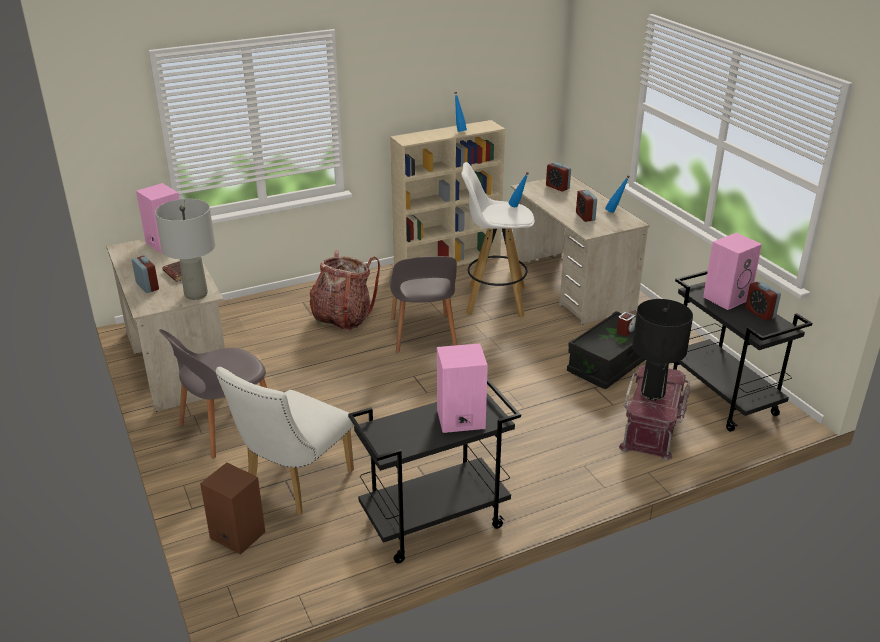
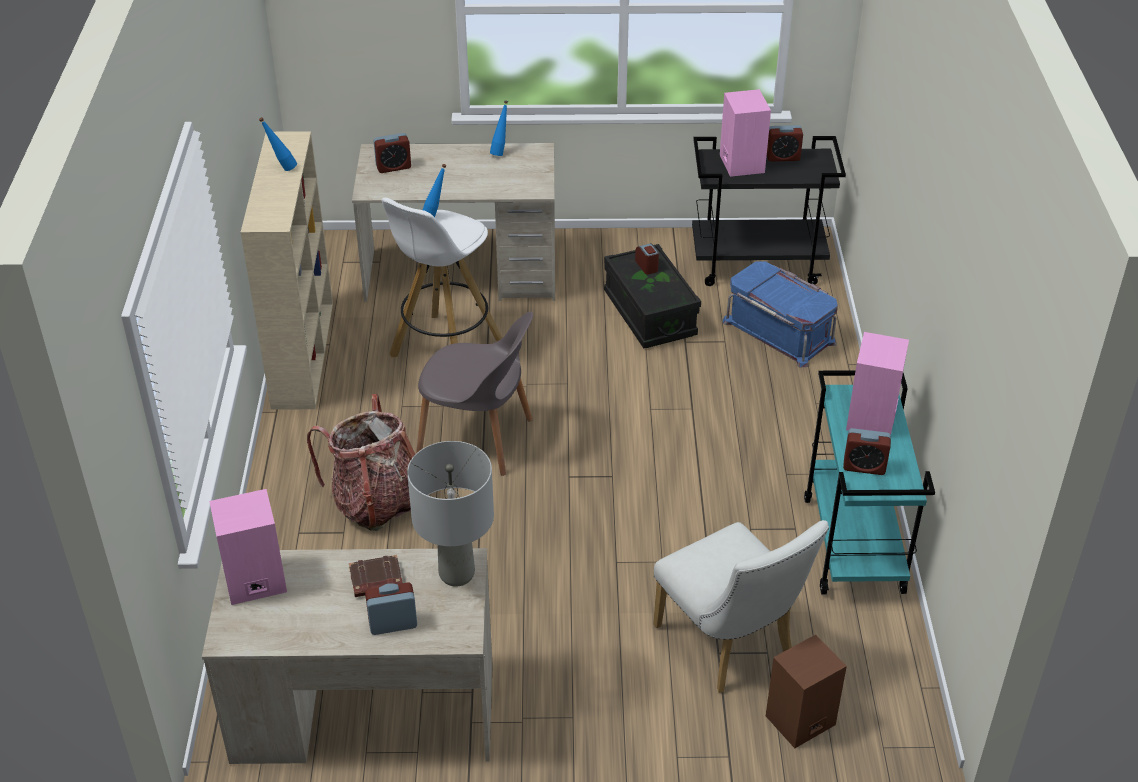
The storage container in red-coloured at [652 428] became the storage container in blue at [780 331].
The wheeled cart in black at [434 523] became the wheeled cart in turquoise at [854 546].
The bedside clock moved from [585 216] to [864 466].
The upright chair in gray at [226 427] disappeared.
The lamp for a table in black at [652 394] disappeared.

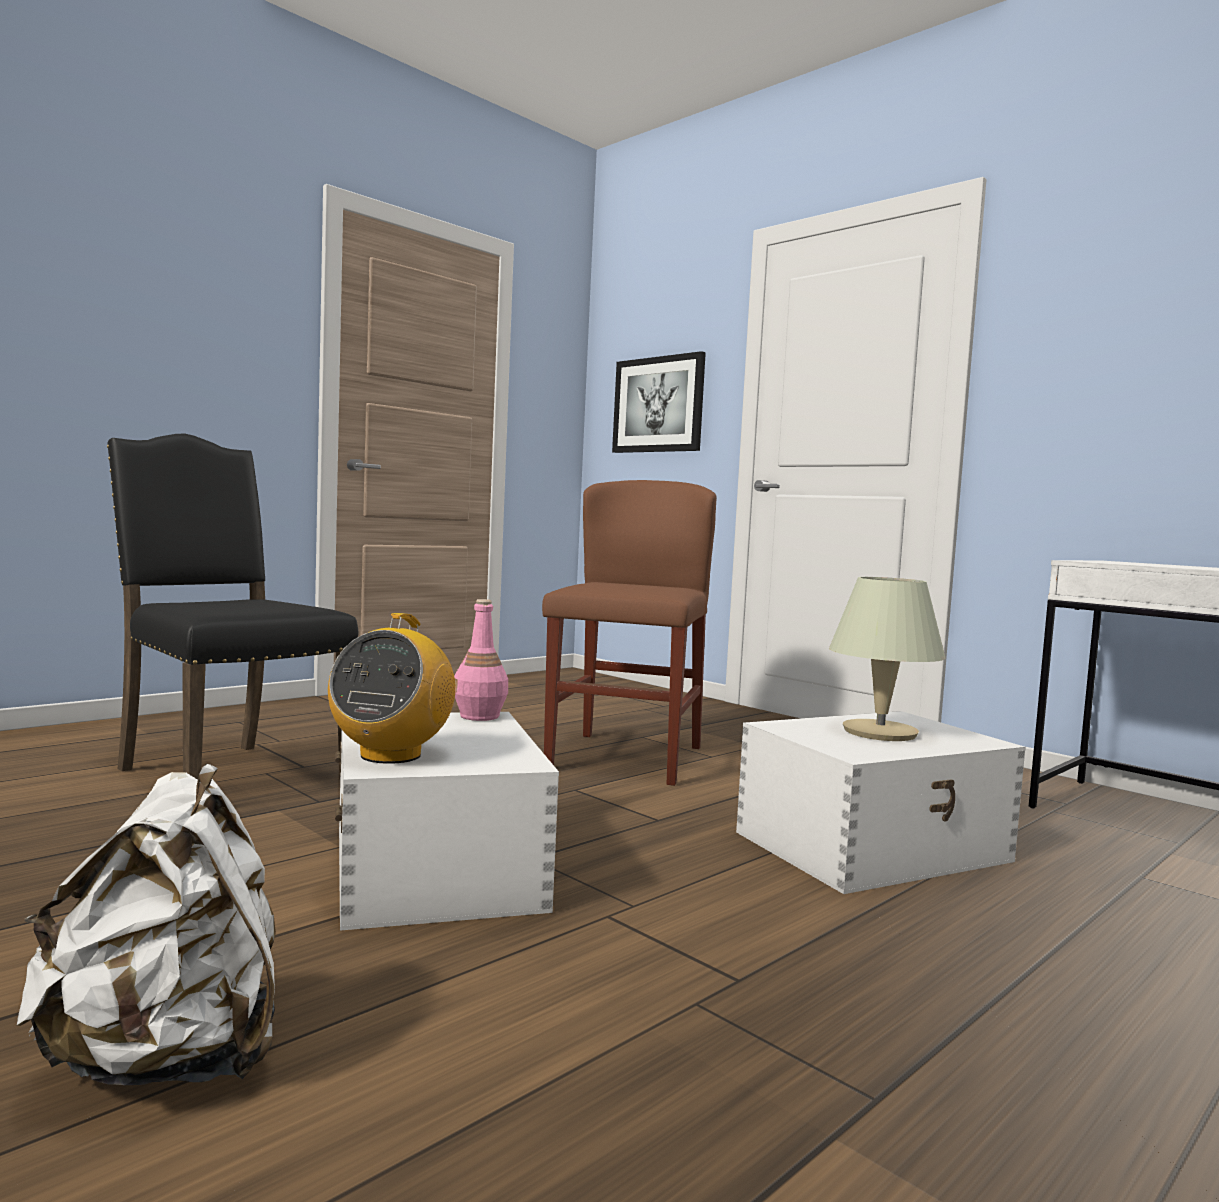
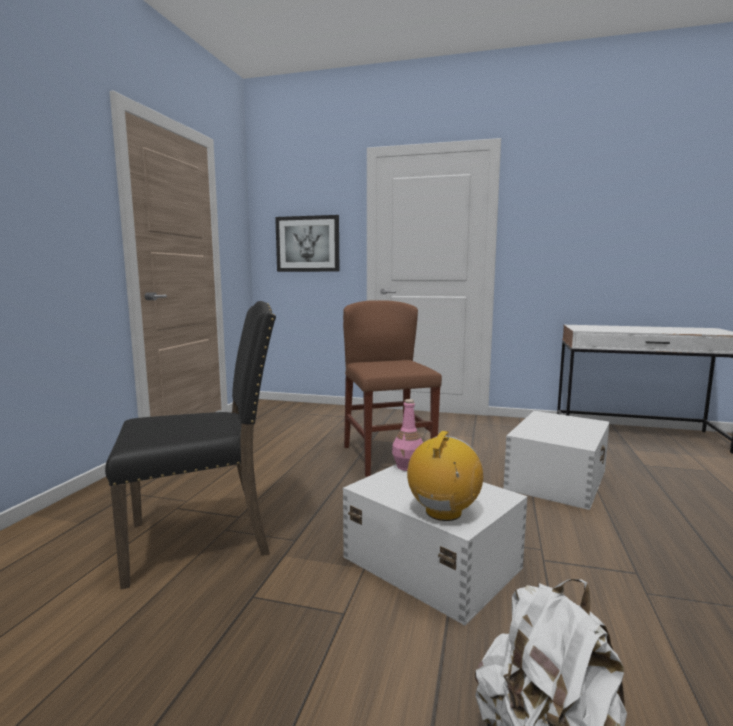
The upright chair in black at [226 774] turned 150 degrees clockwise.
The radio set at [391 755] turned 135 degrees counterclockwise.
The lamp for a table in beige-coloured at [879 732] disappeared.

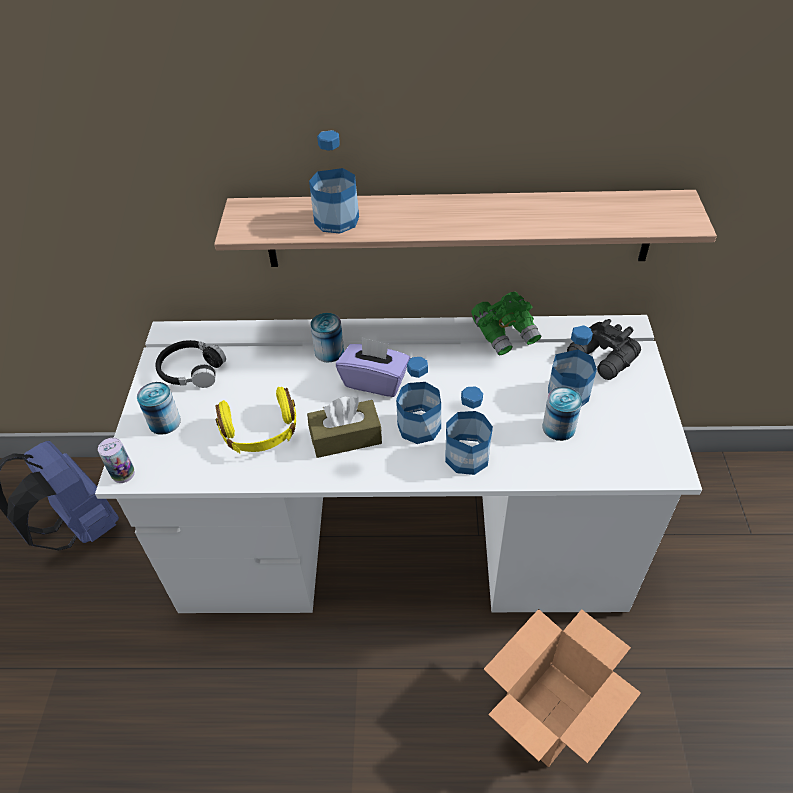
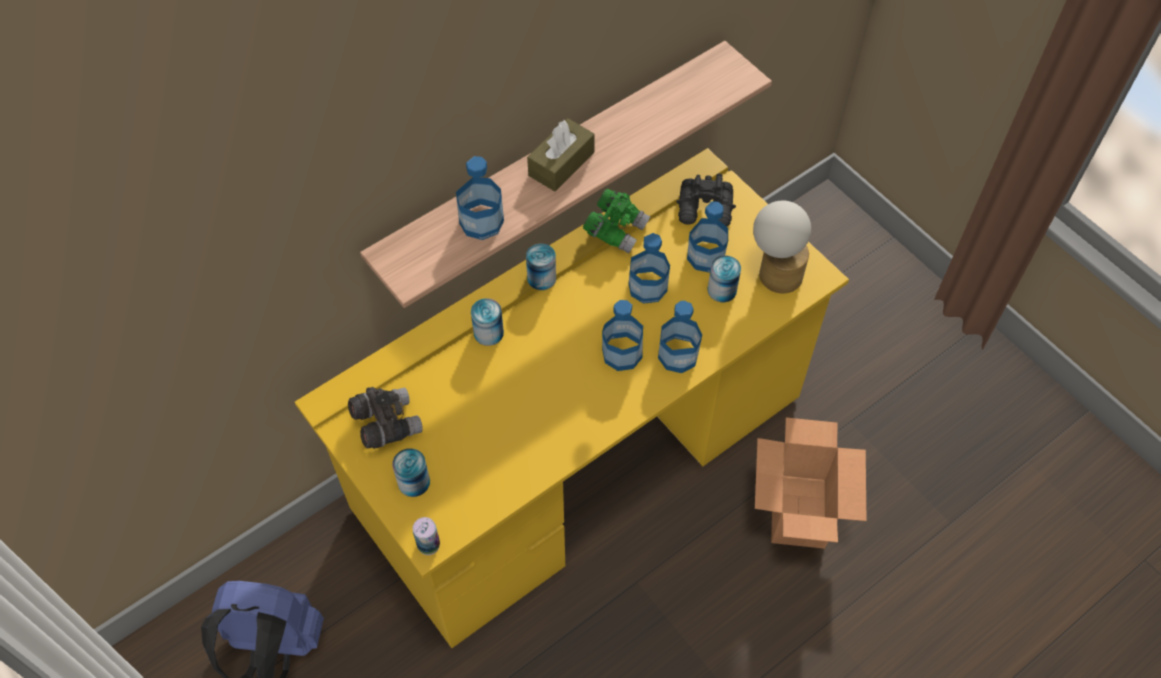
The desk in whitish at [402 534] became the desk in yellowish at [579 451].
The headset in black at [192 370] was replaced by the pair of binoculars in gray at [386 424].
The metal can at [541 278] appeared.
The tissue box in brown moved from [346 437] to [561 164].
The bottle at [647 287] appeared.
The lamp for a table at [775 272] appeared.
The headset in yellowish at [260 432] disappeared.
The tissue box in purple at [375 381] disappeared.

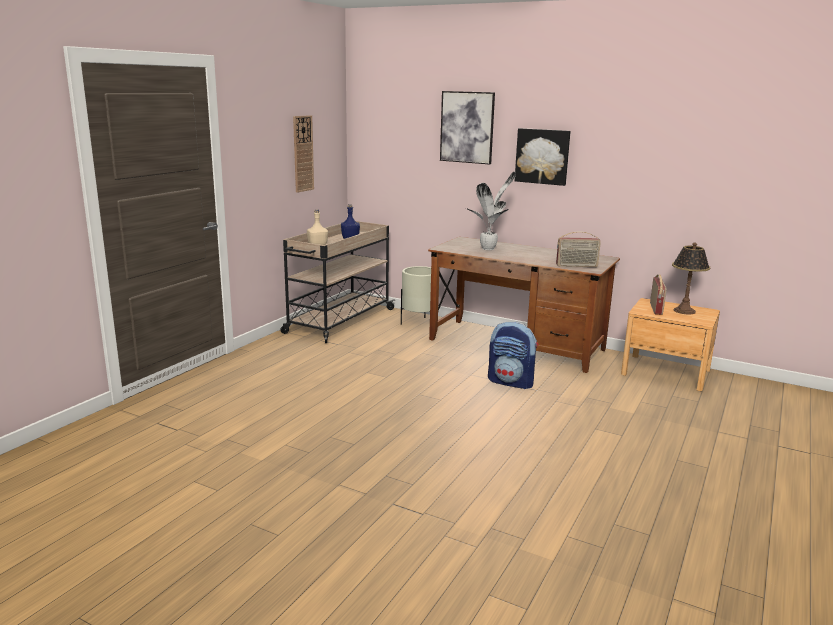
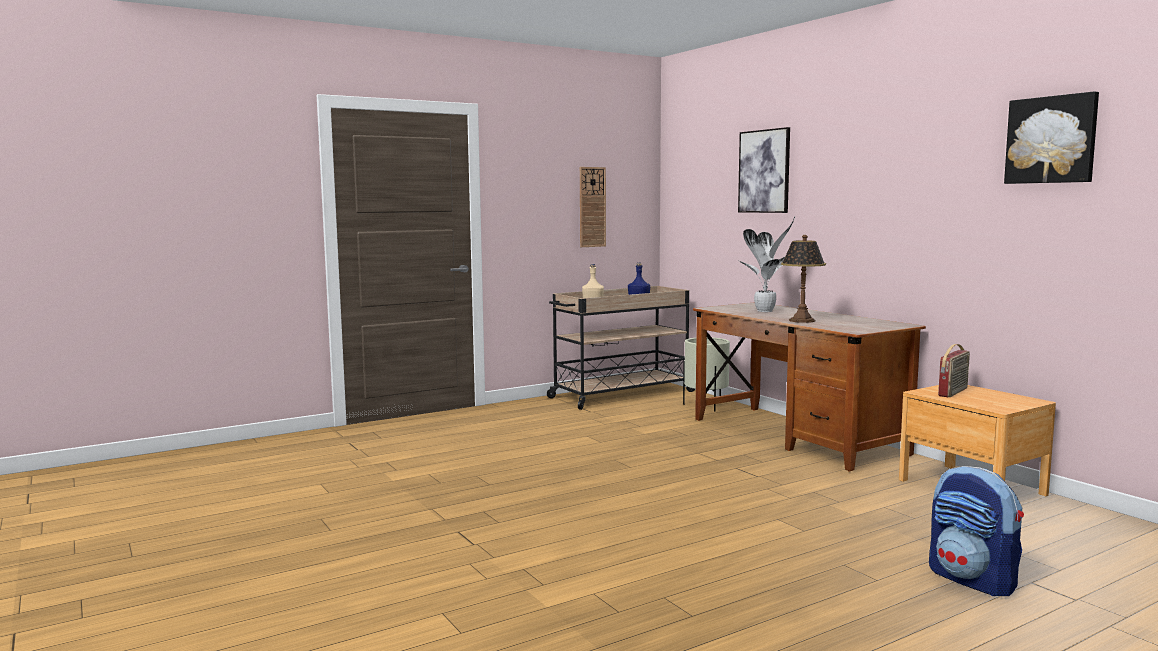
The lamp for a table moved from [684 311] to [801 320].
The knapsack moved from [511 382] to [973 580].
The wall art moved from [542 156] to [1051 140].
The radio set at [577 266] disappeared.

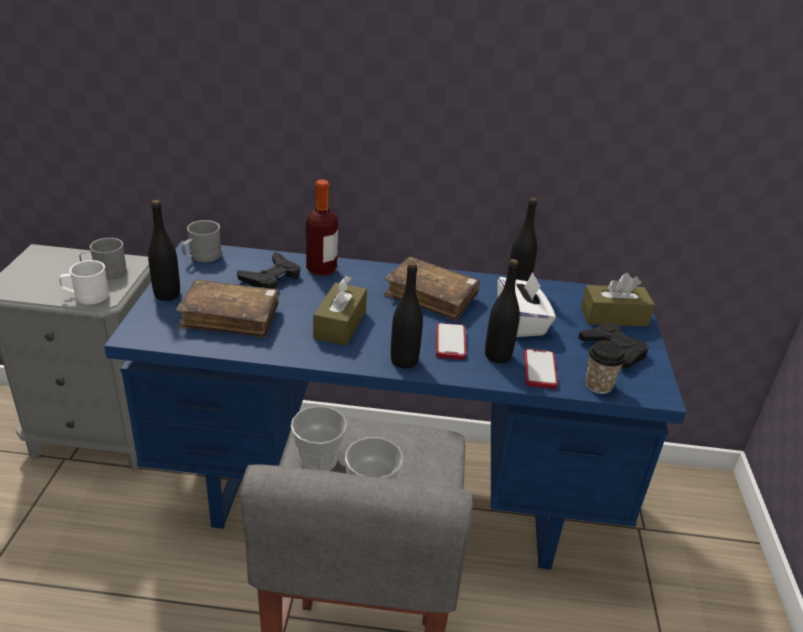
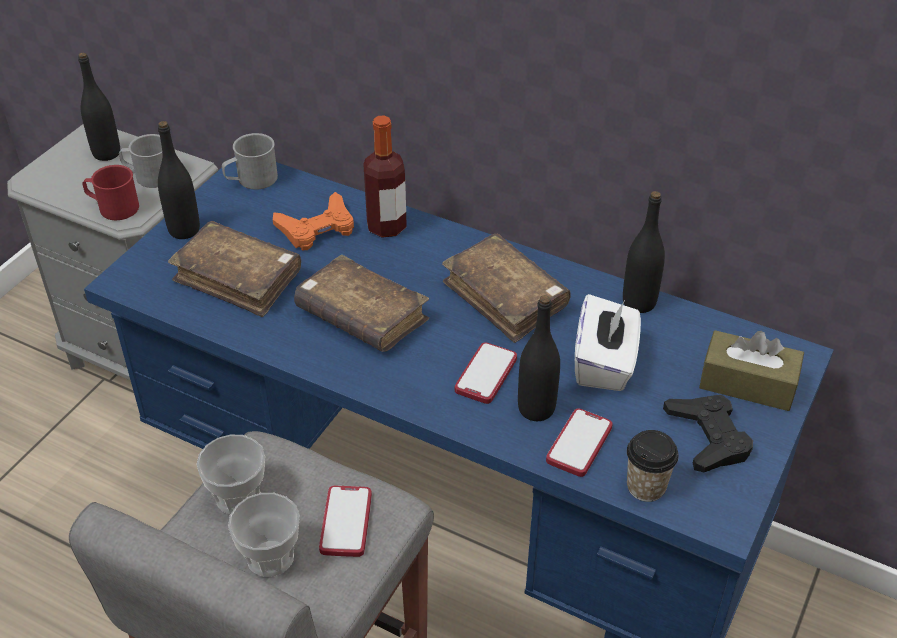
The bottle in black moved from [404 361] to [106 153].
The tea mug in whitish at [86 296] became the tea mug in red-coloured at [113 207].
The joypad in black at [271 278] became the joypad in orange at [317 228].
The tissue box in brown at [340 325] was replaced by the volume in brown at [362 316].
The phone at [346 522] appeared.

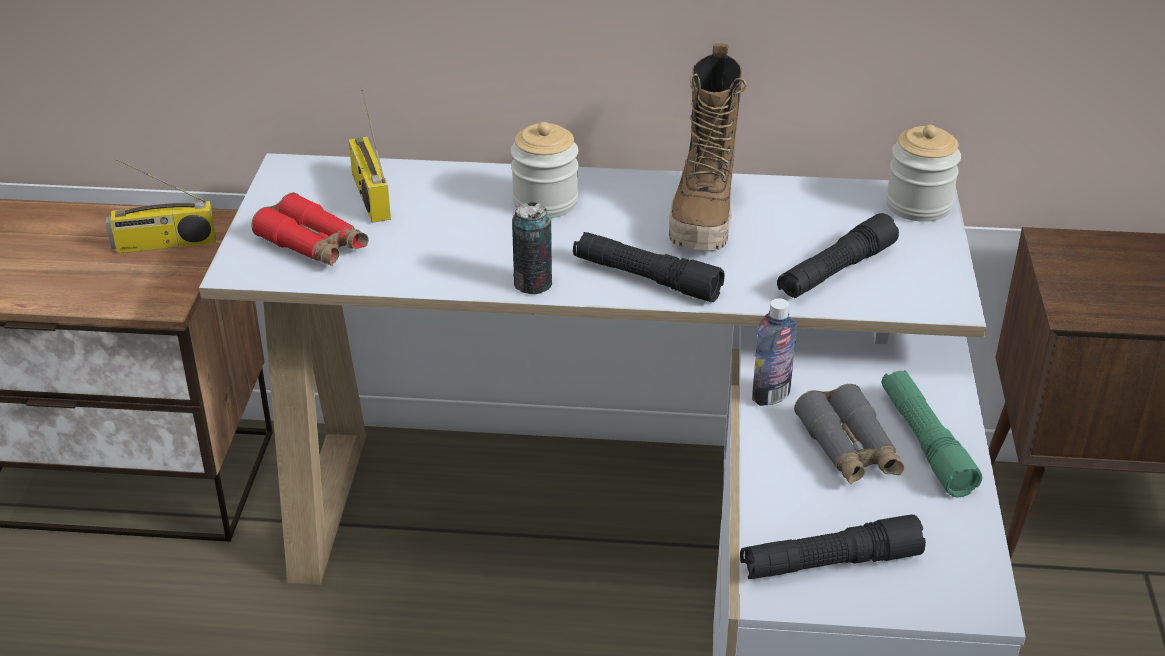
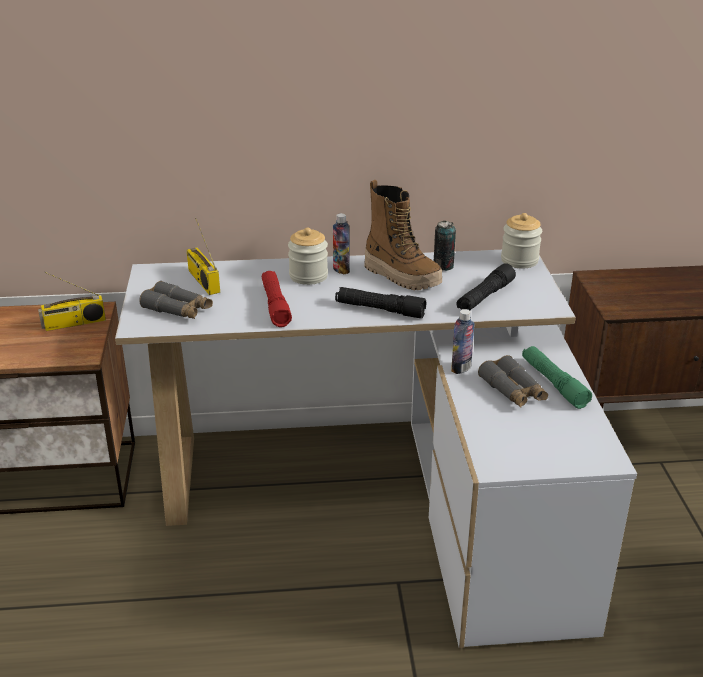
The pair of binoculars in red-coloured at [313 245] became the pair of binoculars in gray at [178 309].
The hand torch in red-coloured at [275 305] appeared.
The bottle at [341 269] appeared.
The high-top boot at [703 218] turned 45 degrees counterclockwise.
The metal can moved from [533 284] to [443 266].
The hand torch in black at [830 563] disappeared.

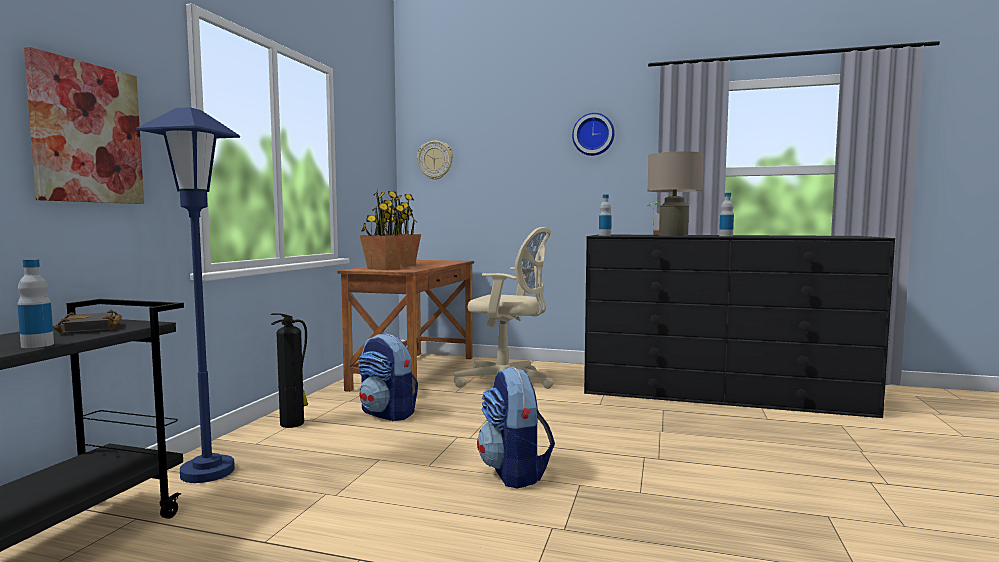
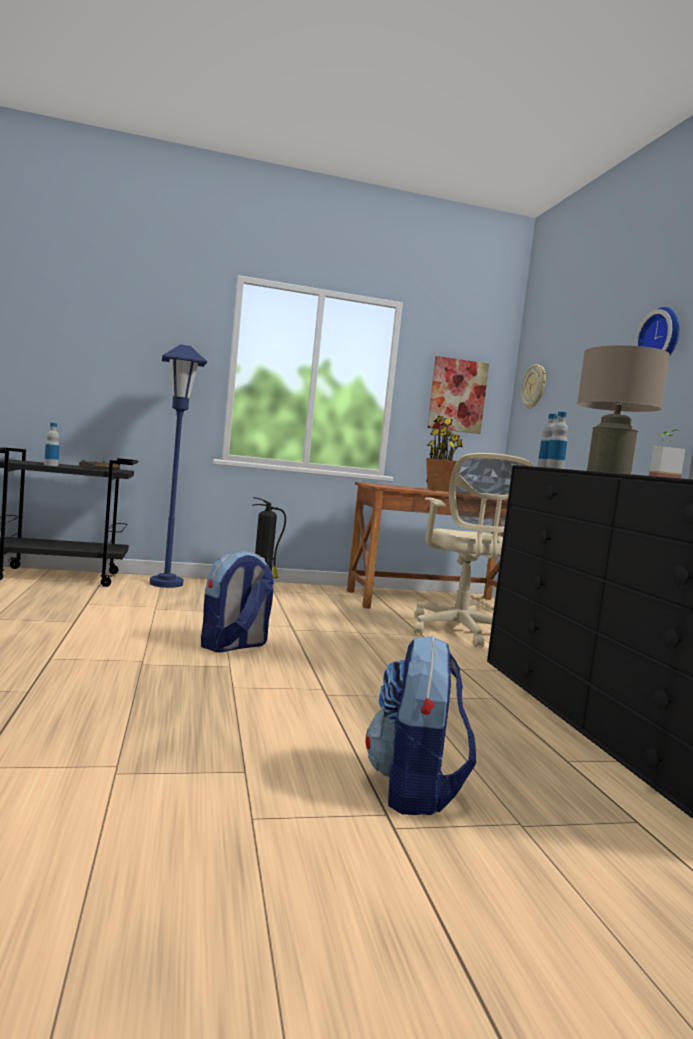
The knapsack moved from [388 414] to [415 789].
The wall art moved from [87 133] to [457 395].
The bottle moved from [726 236] to [554 468].
The plant in a pot at [383 268] disappeared.

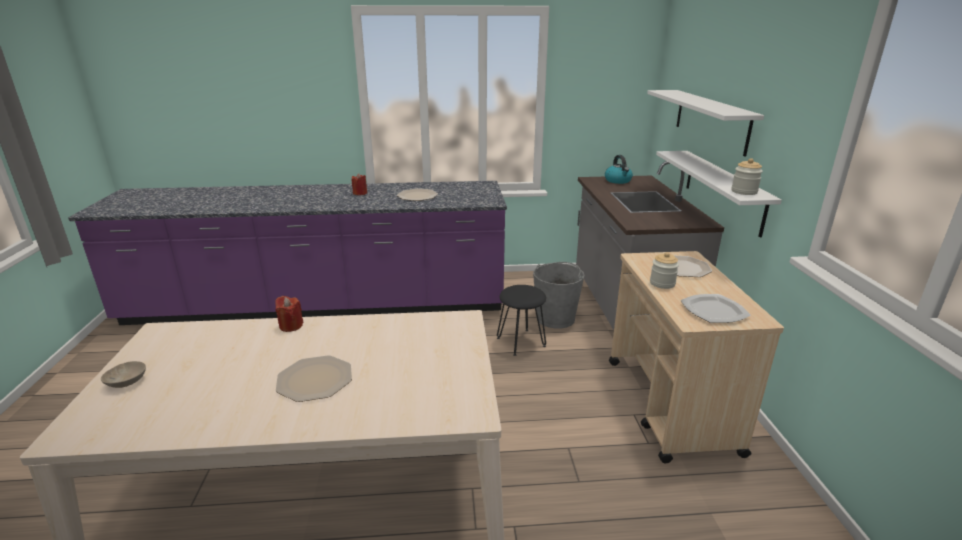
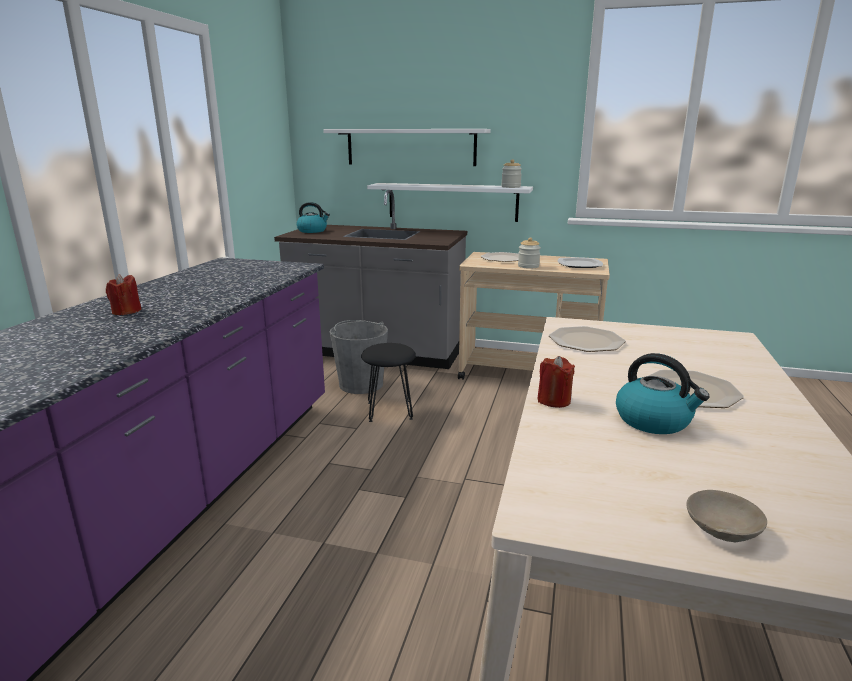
The dinner plate moved from [417 196] to [585 341].
The kettle at [654 421] appeared.

